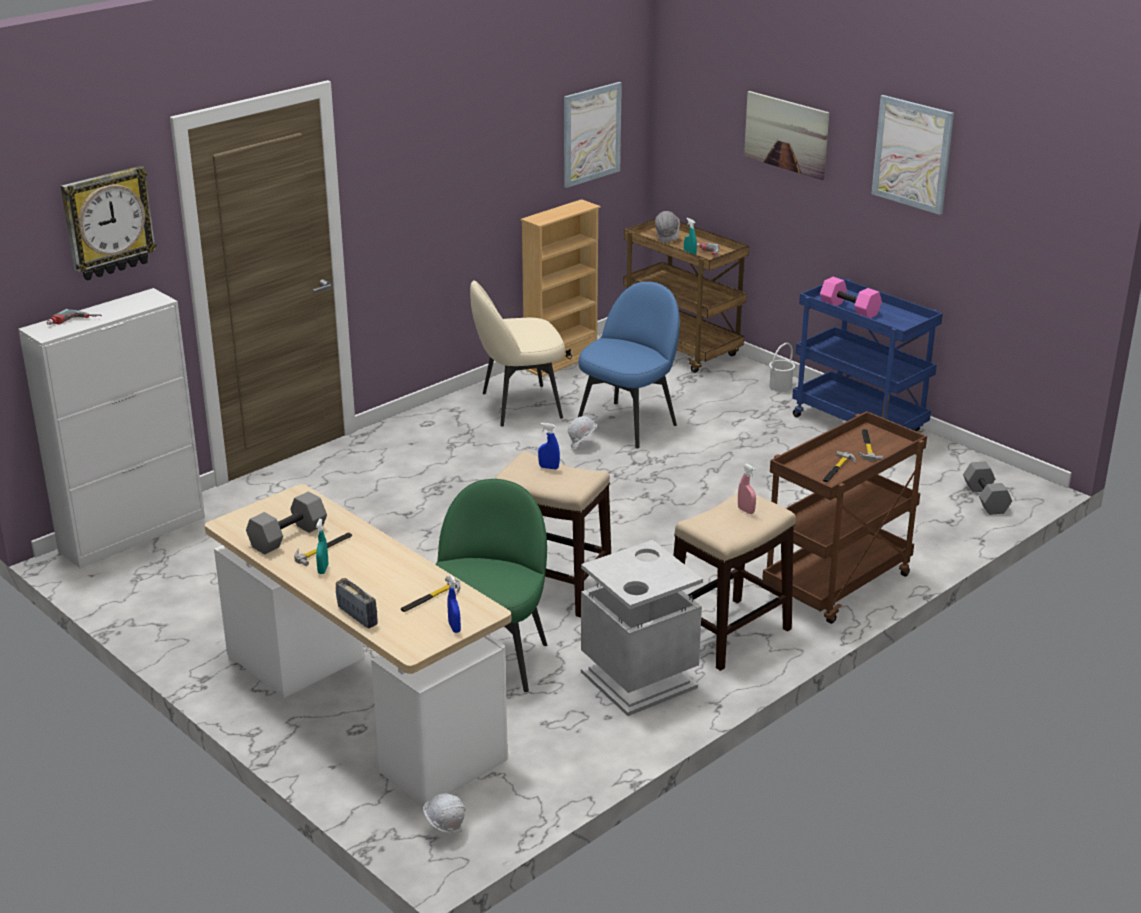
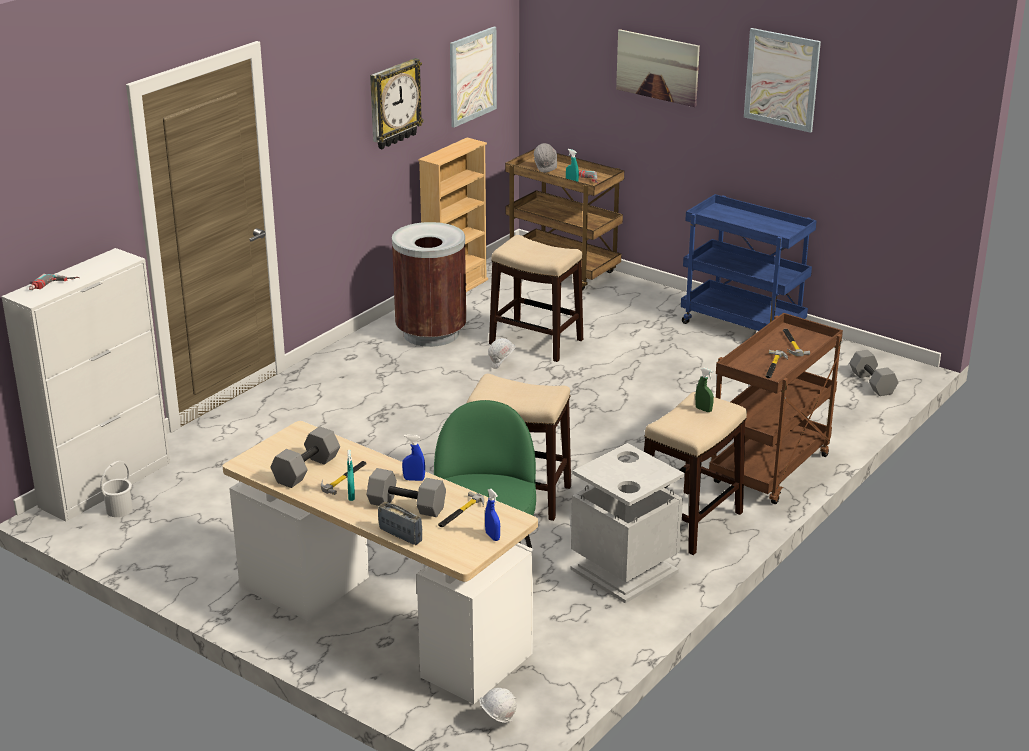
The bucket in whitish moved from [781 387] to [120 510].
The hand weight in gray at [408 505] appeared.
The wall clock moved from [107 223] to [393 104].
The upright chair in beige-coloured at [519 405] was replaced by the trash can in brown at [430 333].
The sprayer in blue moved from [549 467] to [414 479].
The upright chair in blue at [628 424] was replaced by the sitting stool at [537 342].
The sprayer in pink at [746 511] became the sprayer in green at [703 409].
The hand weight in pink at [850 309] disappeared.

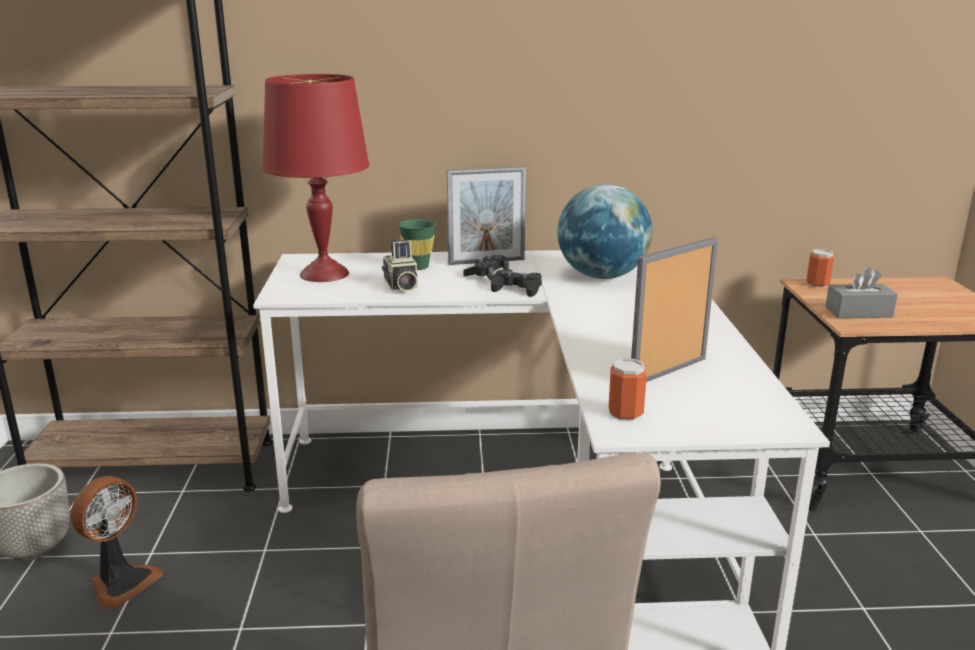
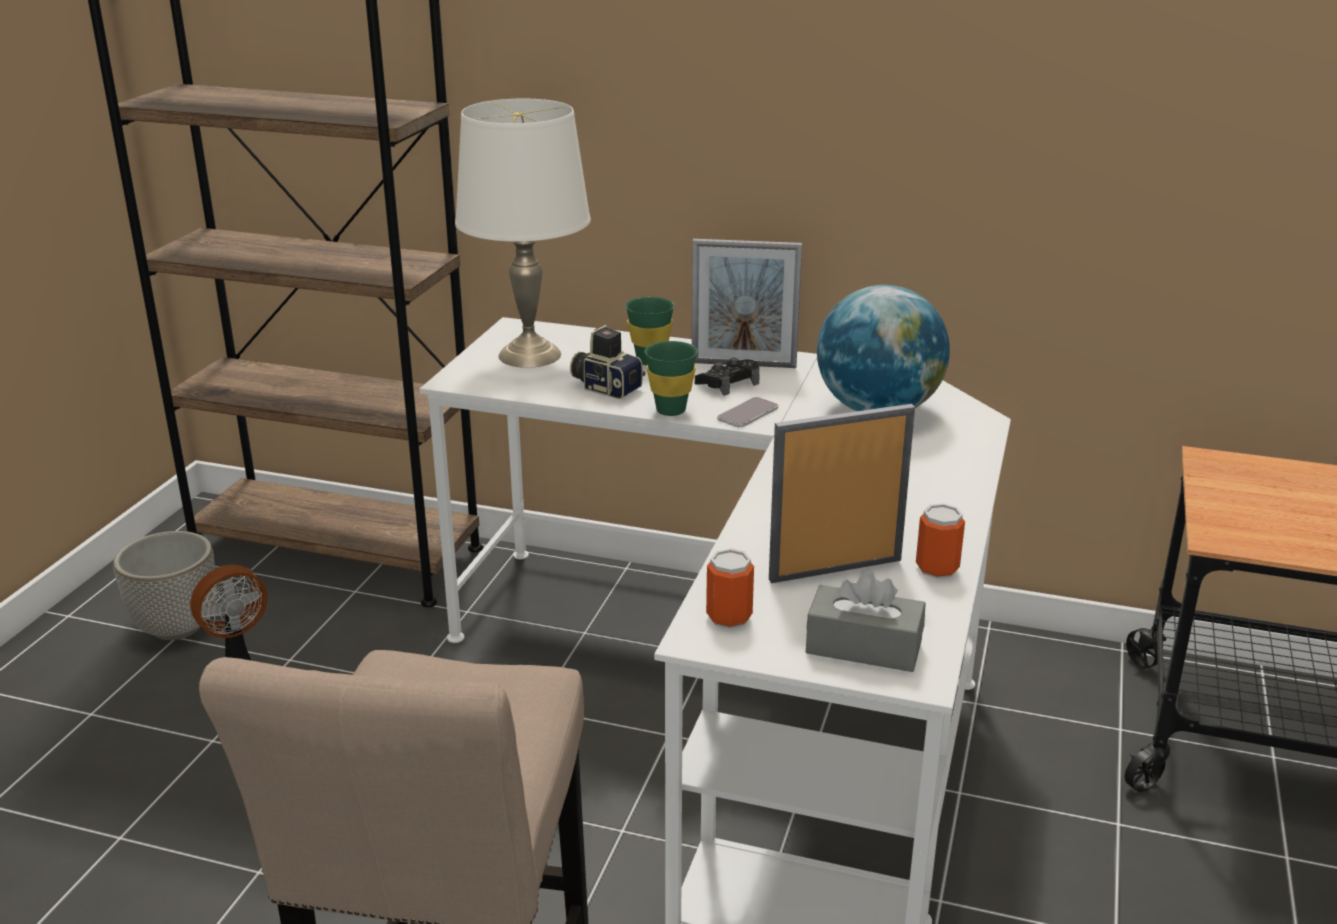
The lamp for a table in red-coloured at [324 273] became the lamp for a table in whitish at [529 354].
The still camera at [400 286] turned 120 degrees clockwise.
The cup in green at [671 410] appeared.
The joypad in black at [517 289] was replaced by the phone at [748 414].
The tissue box in gray moved from [858 312] to [863 647].
The metal can moved from [817 284] to [937 568].

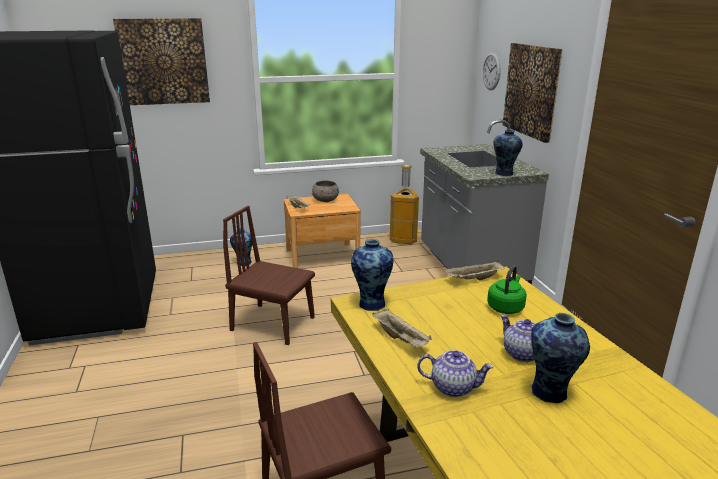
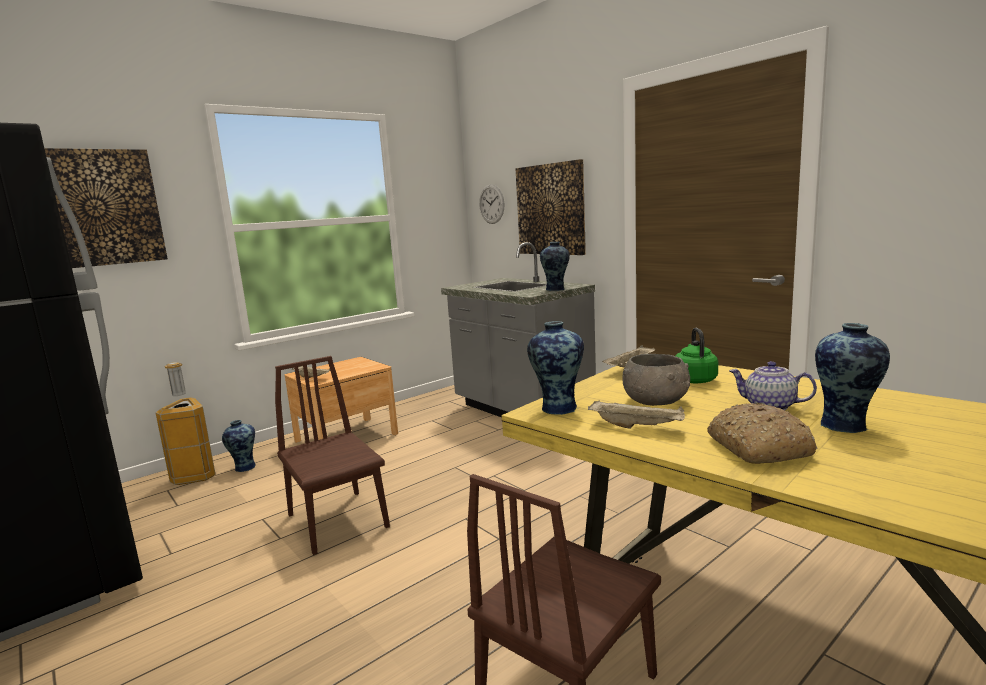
The trash can moved from [404 239] to [195 476].
The upright chair in brown at [273 324] turned 60 degrees clockwise.
The bowl in gray moved from [325 200] to [656 402].
The pot for tea at [453 387] was replaced by the baked bread at [757 448].

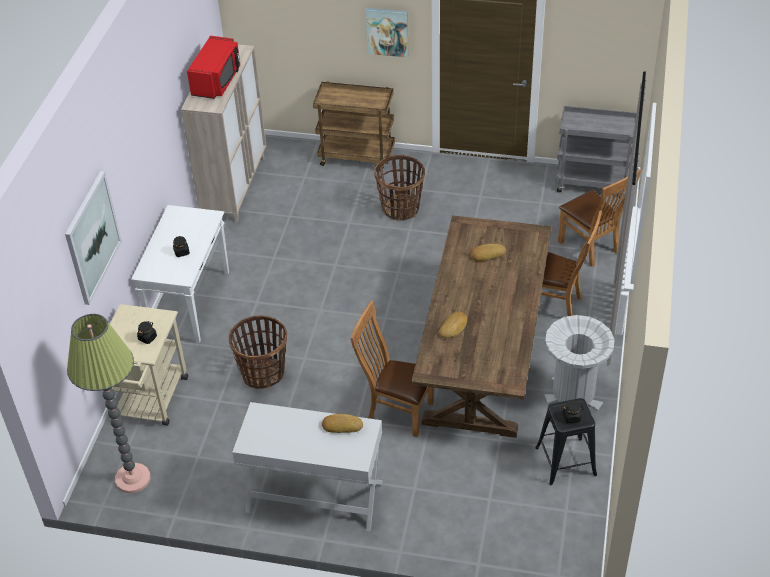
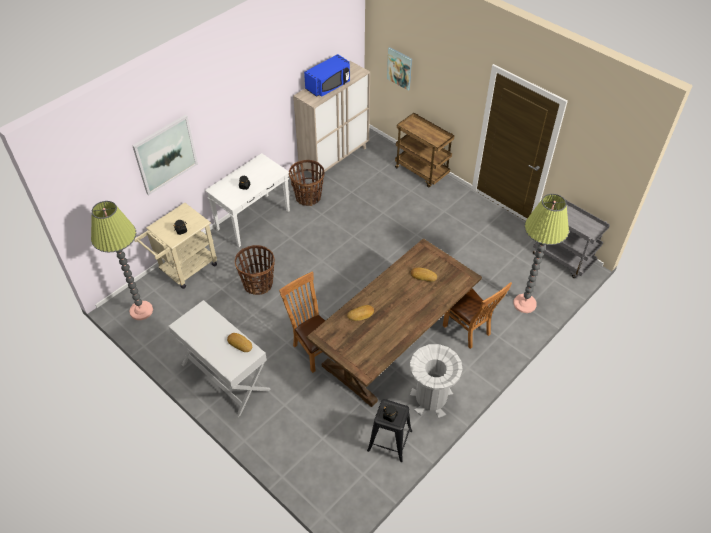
The storage basket moved from [400 208] to [308 197].
The kitchen microwave in red-coloured at [217 81] became the kitchen microwave in blue at [329 86].
The wall art moved from [387 31] to [400 68].
The upright chair in brown at [591 248] was replaced by the floor lamp at [524 304].

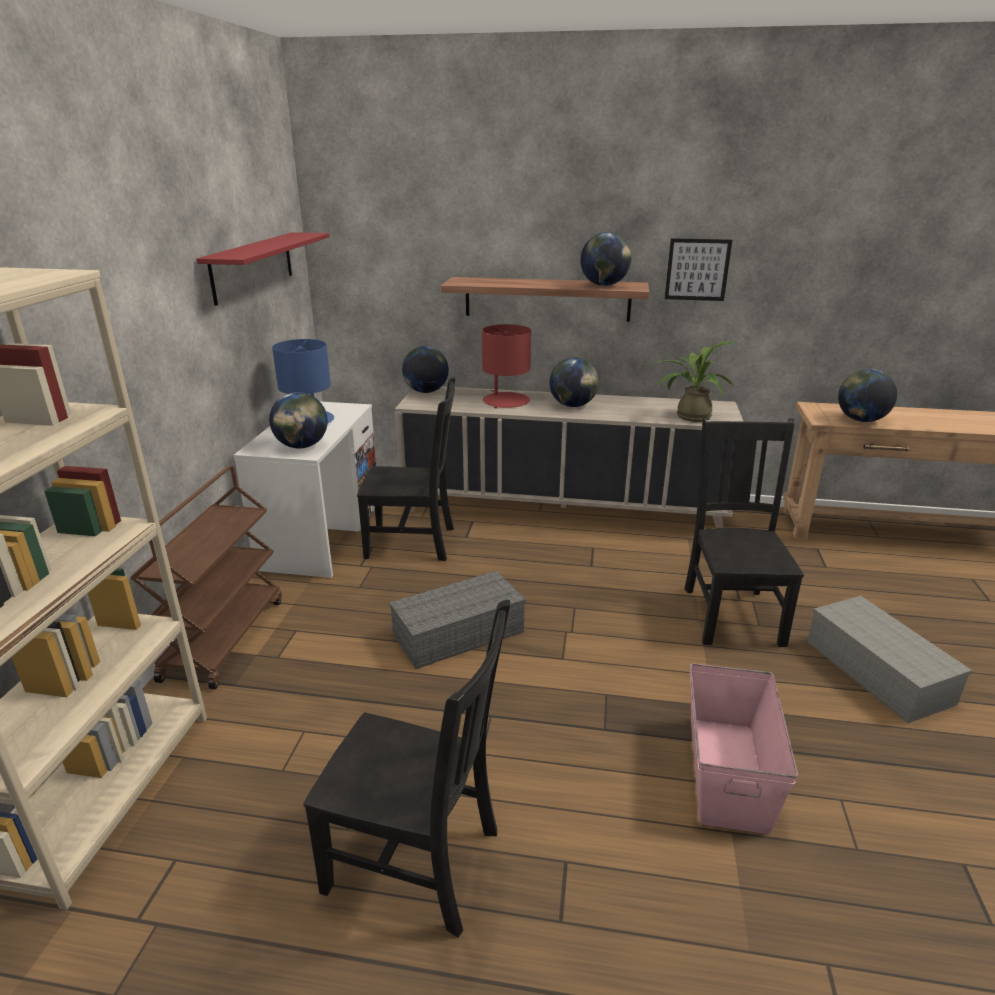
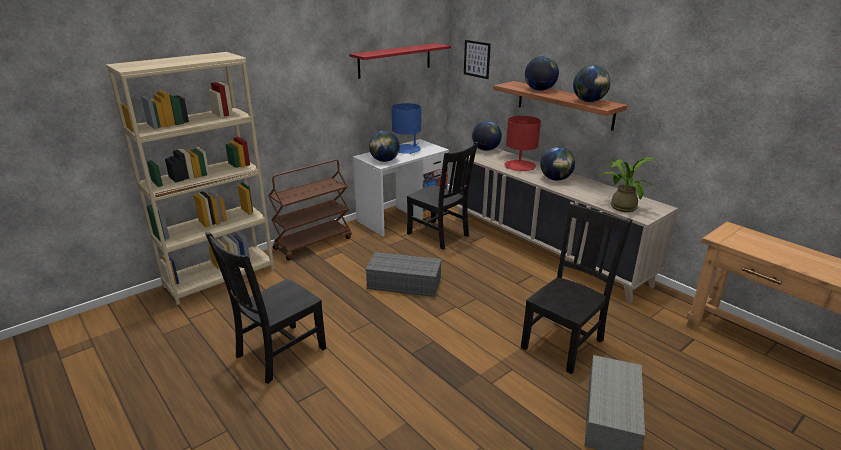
The upright chair in black at [418 862] turned 75 degrees clockwise.
The wall art moved from [697 269] to [477 59].
The world globe moved from [860 420] to [539 90].
The storage container in pink at [728 771] disappeared.

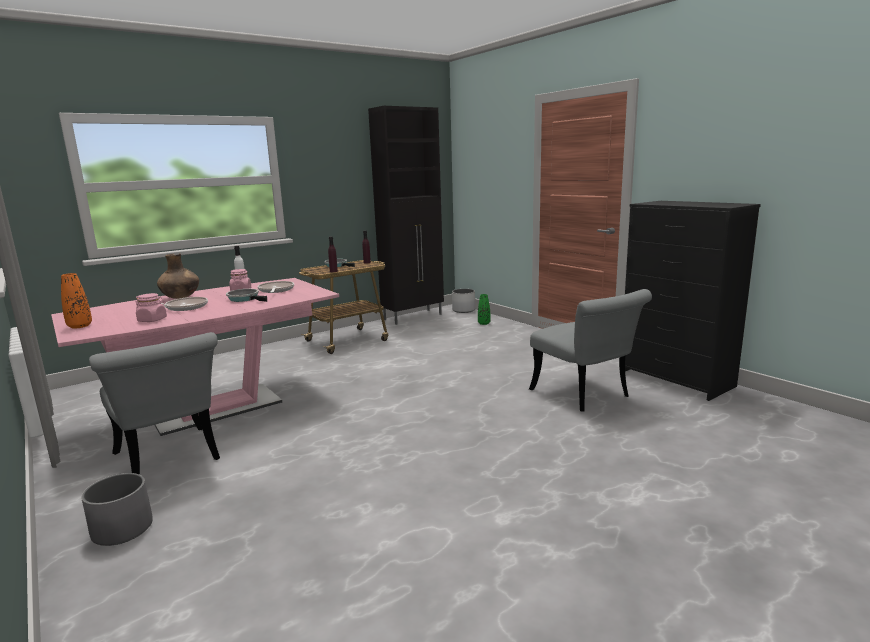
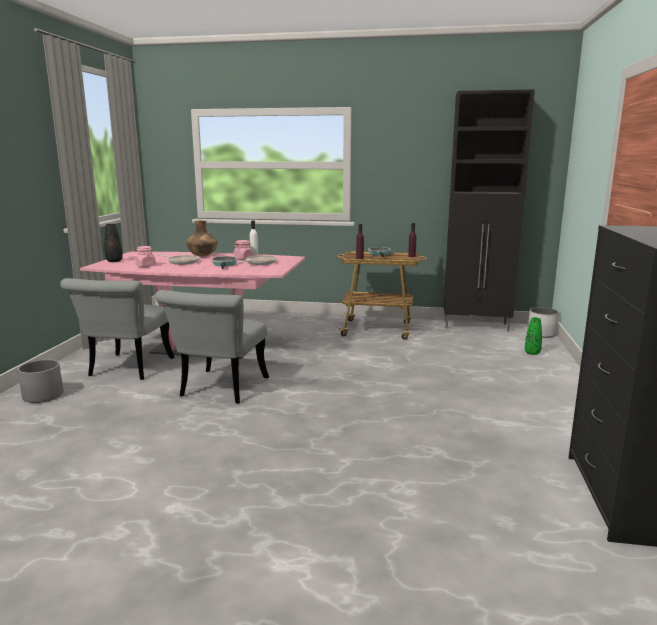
The flower vase in orange at [80 326] became the flower vase in black at [114 261].
The upright chair in gray moved from [585 395] to [219 390].

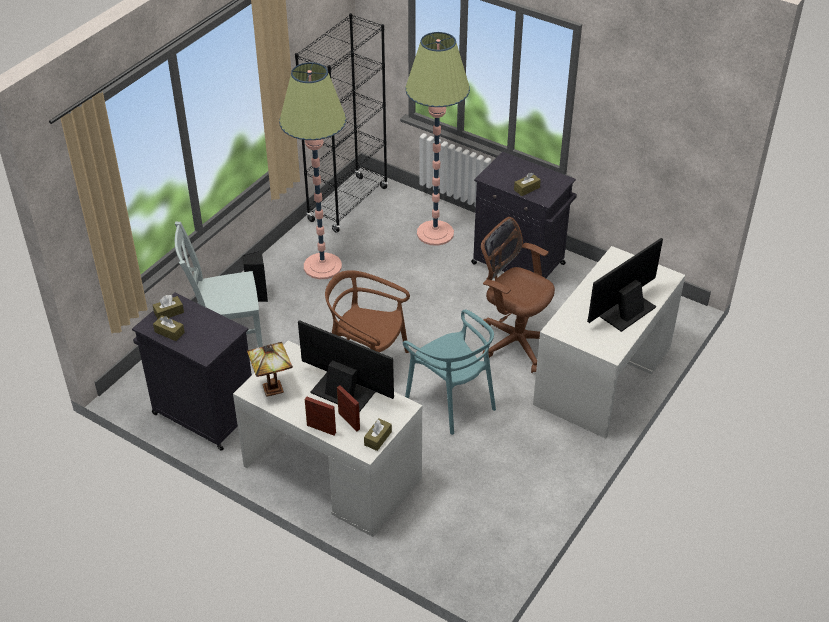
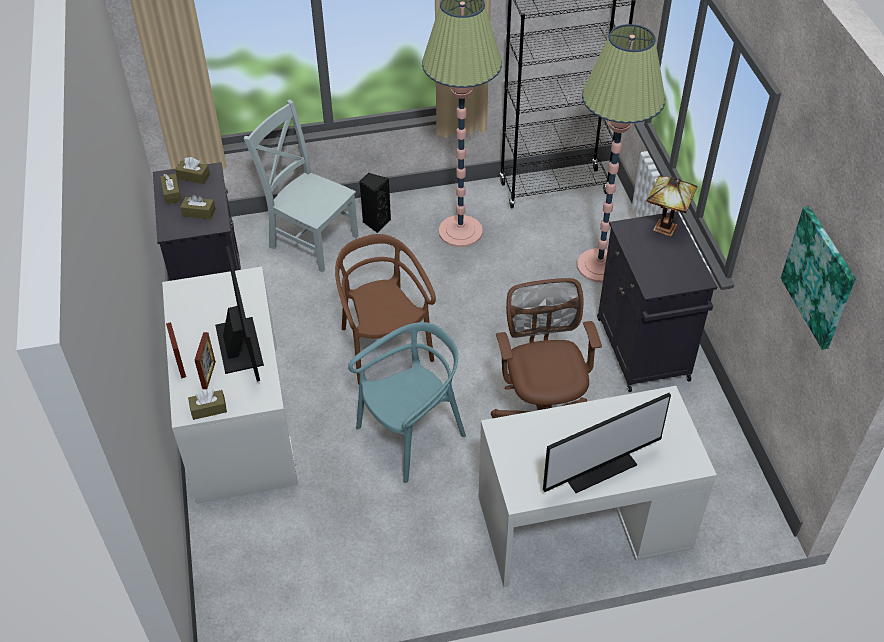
The tissue box in brown moved from [526 189] to [199 213].
The upright chair in turquoise at [452 401] turned 135 degrees counterclockwise.
The computer display at [626 311] turned 150 degrees clockwise.
The lamp for a table moved from [271 387] to [664 226].
The wall art at [819 277] appeared.

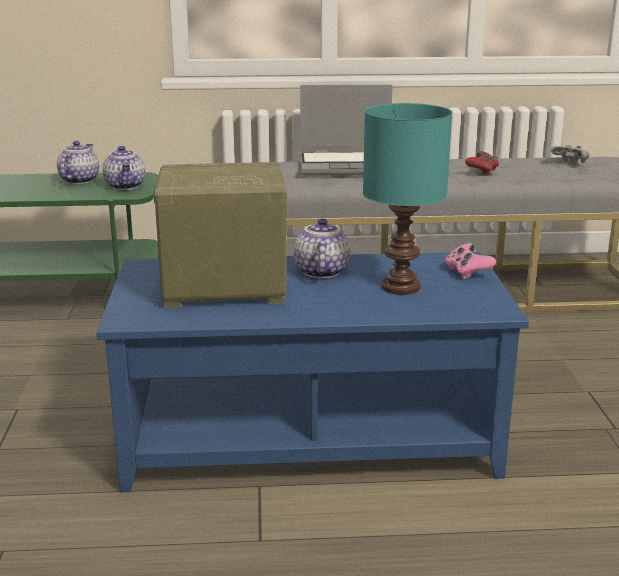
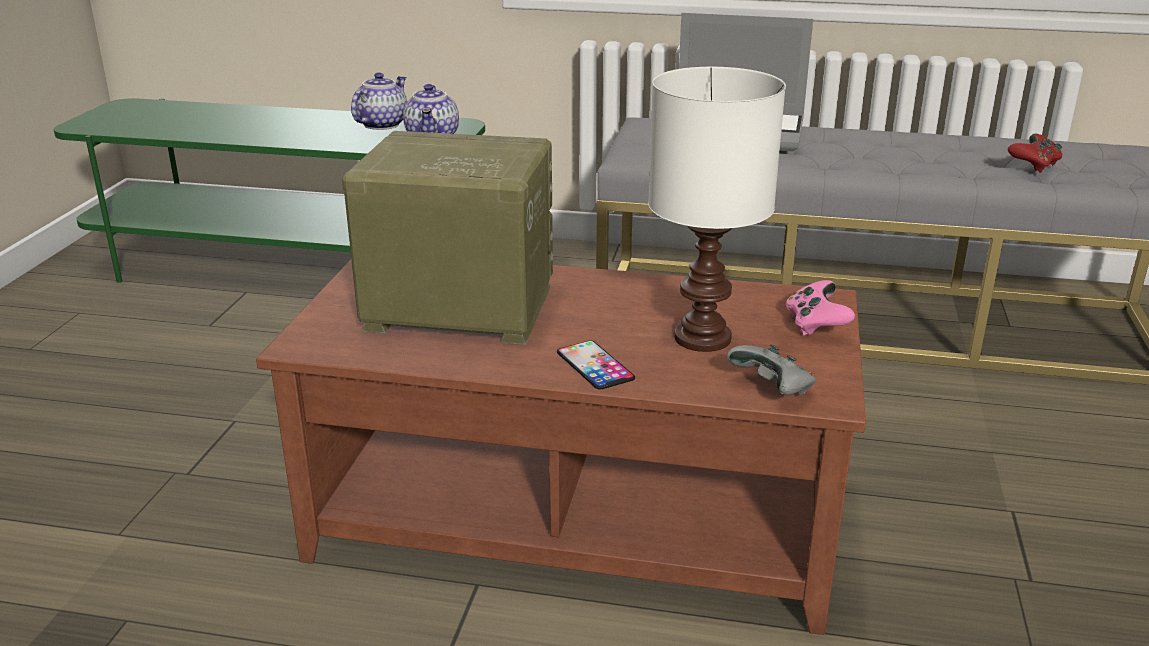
The lounge table in blue at [308 440] became the lounge table in brown at [572 525].
The phone at [595 365] appeared.
The lamp for a table in turquoise at [402 287] became the lamp for a table in whitish at [705 338].
The joypad in gray moved from [571 163] to [773 389].
The joypad in red-coloured moved from [482 171] to [1034 166].
The pot for tea at [320 271] disappeared.

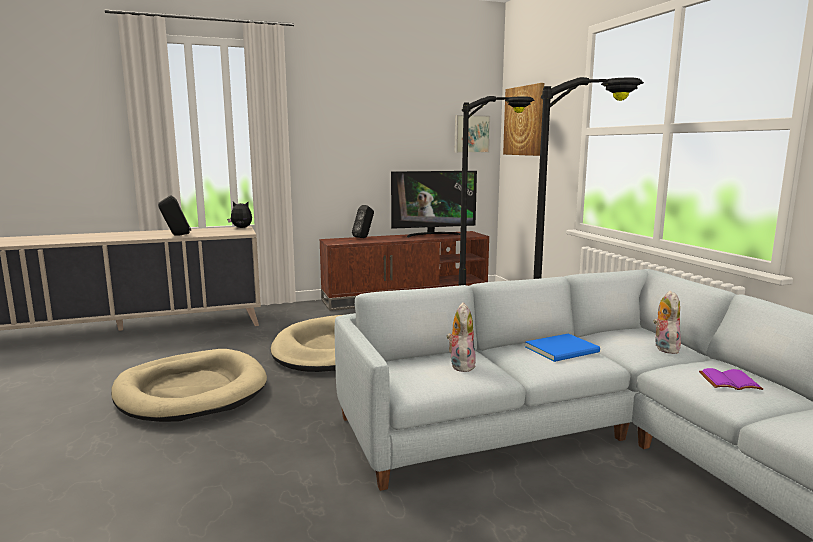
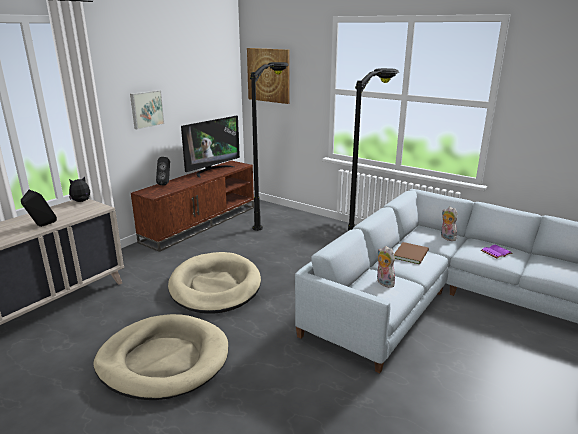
The wall art moved from [471 134] to [146 109].
The volume in blue at [564 350] became the volume in brown at [412 254].

